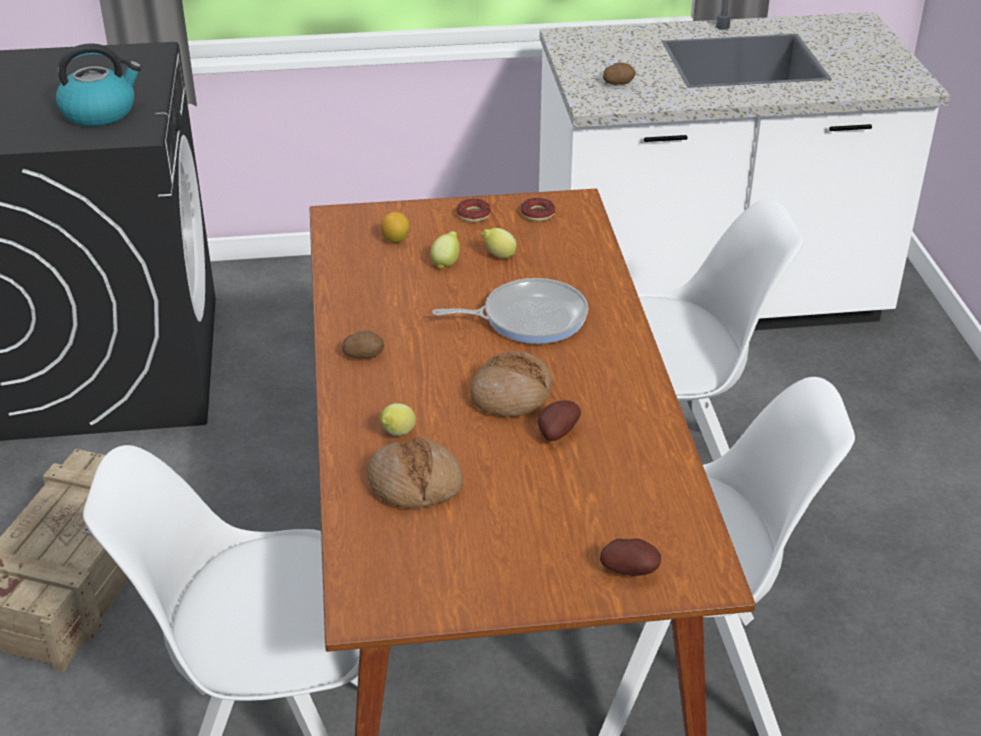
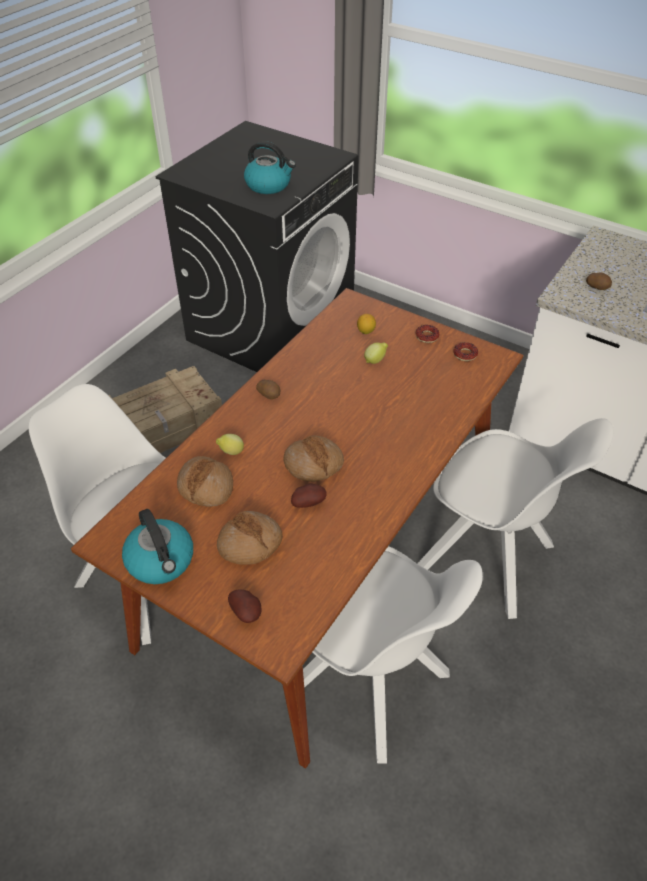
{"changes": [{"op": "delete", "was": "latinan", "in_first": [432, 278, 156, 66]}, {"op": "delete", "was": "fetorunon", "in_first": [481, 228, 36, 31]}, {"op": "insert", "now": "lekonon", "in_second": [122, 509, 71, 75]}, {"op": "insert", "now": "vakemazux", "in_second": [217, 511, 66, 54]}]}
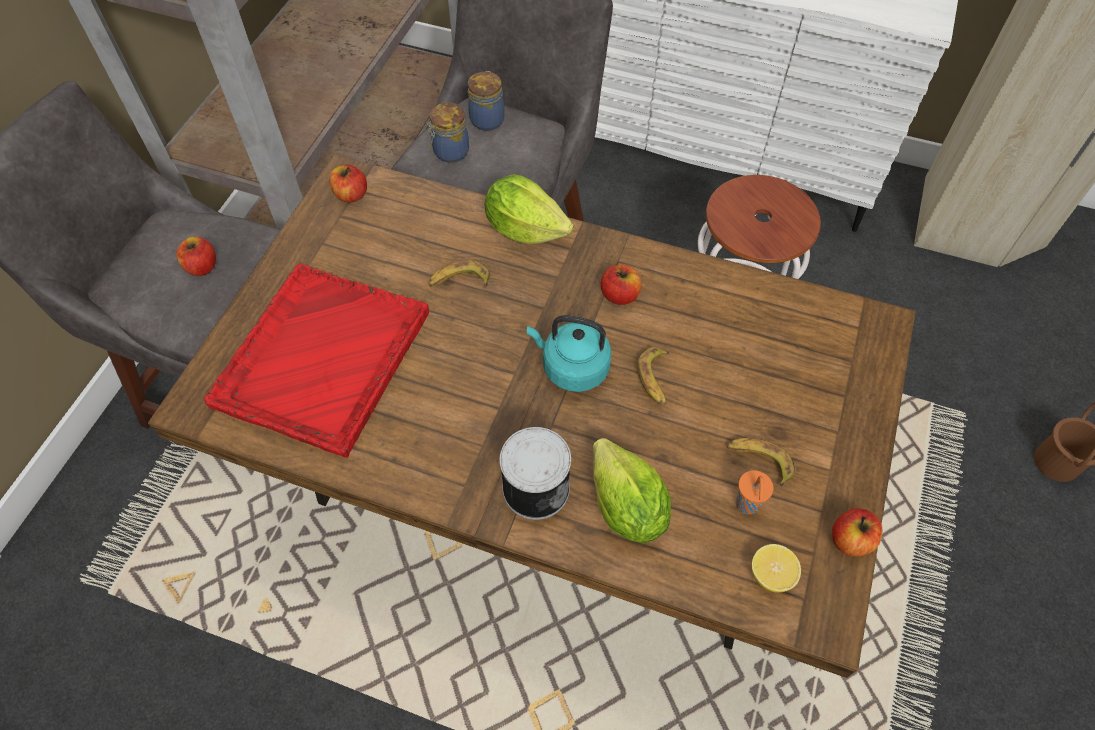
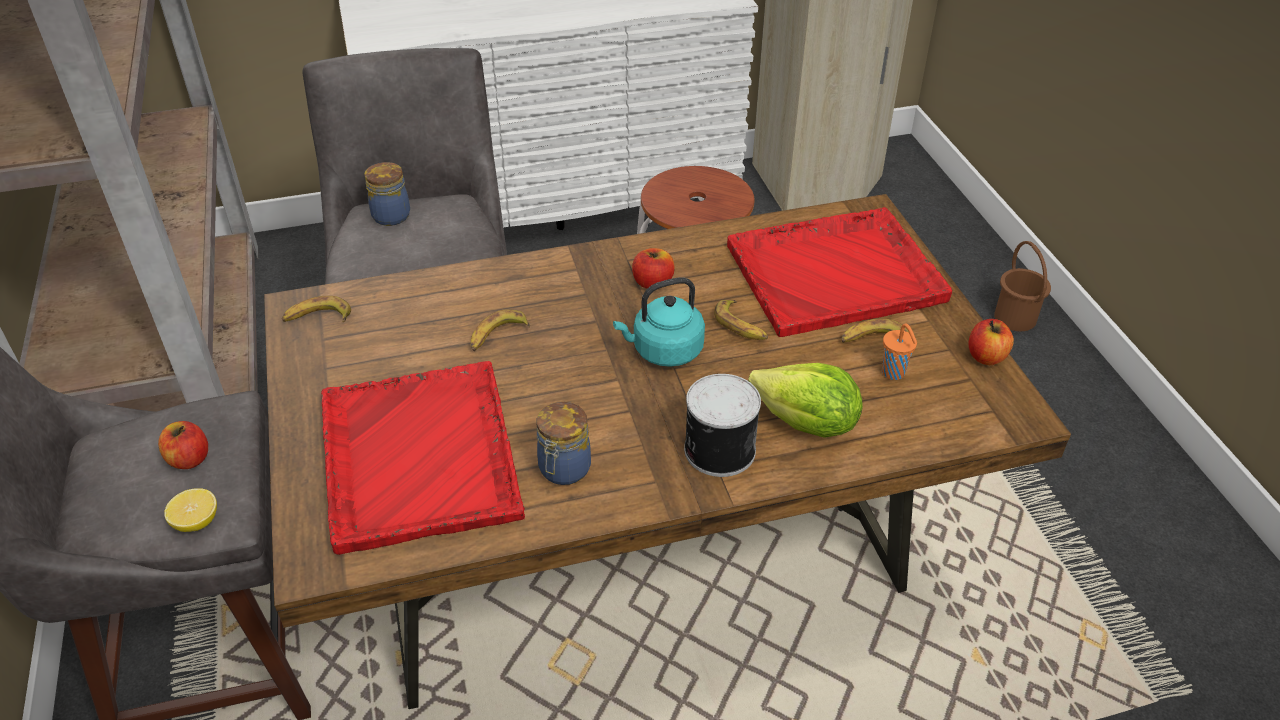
{"changes": [{"op": "delete", "was": "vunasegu", "in_first": [485, 174, 89, 70]}, {"op": "insert", "now": "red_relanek", "in_second": [727, 207, 225, 130]}, {"op": "move", "was": "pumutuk", "in_first": [427, 102, 42, 61], "in_second": [537, 402, 54, 83]}, {"op": "move", "was": "fetorunon", "in_first": [751, 544, 50, 49], "in_second": [164, 488, 53, 44]}, {"op": "replace", "was": "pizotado", "now": "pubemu", "in_first": [329, 164, 38, 38], "in_second": [282, 296, 69, 26]}]}
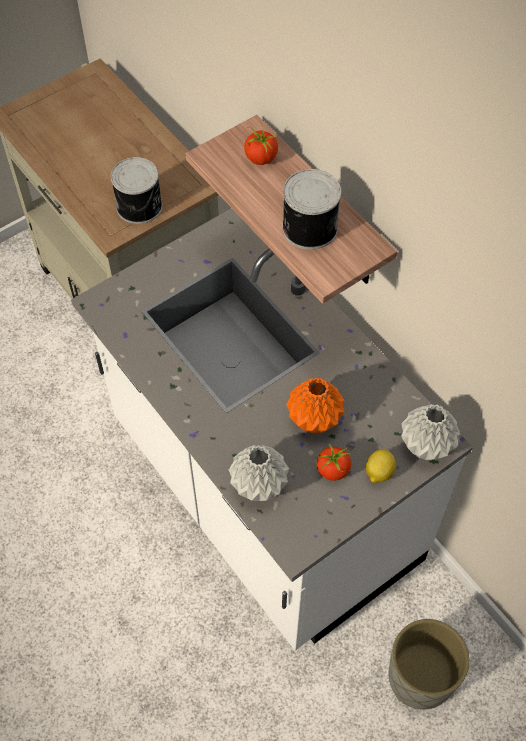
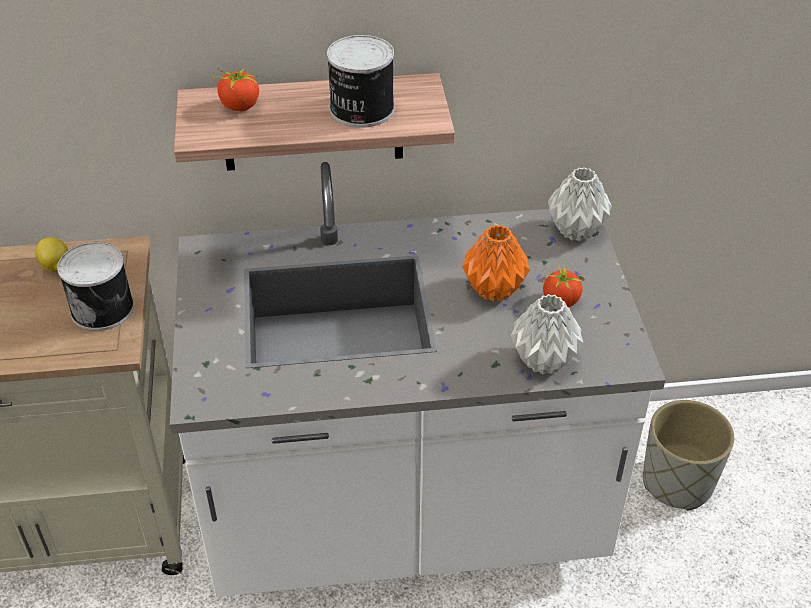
{"changes": [{"op": "move", "was": "fetorunon", "in_first": [366, 449, 30, 34], "in_second": [35, 237, 33, 35]}]}
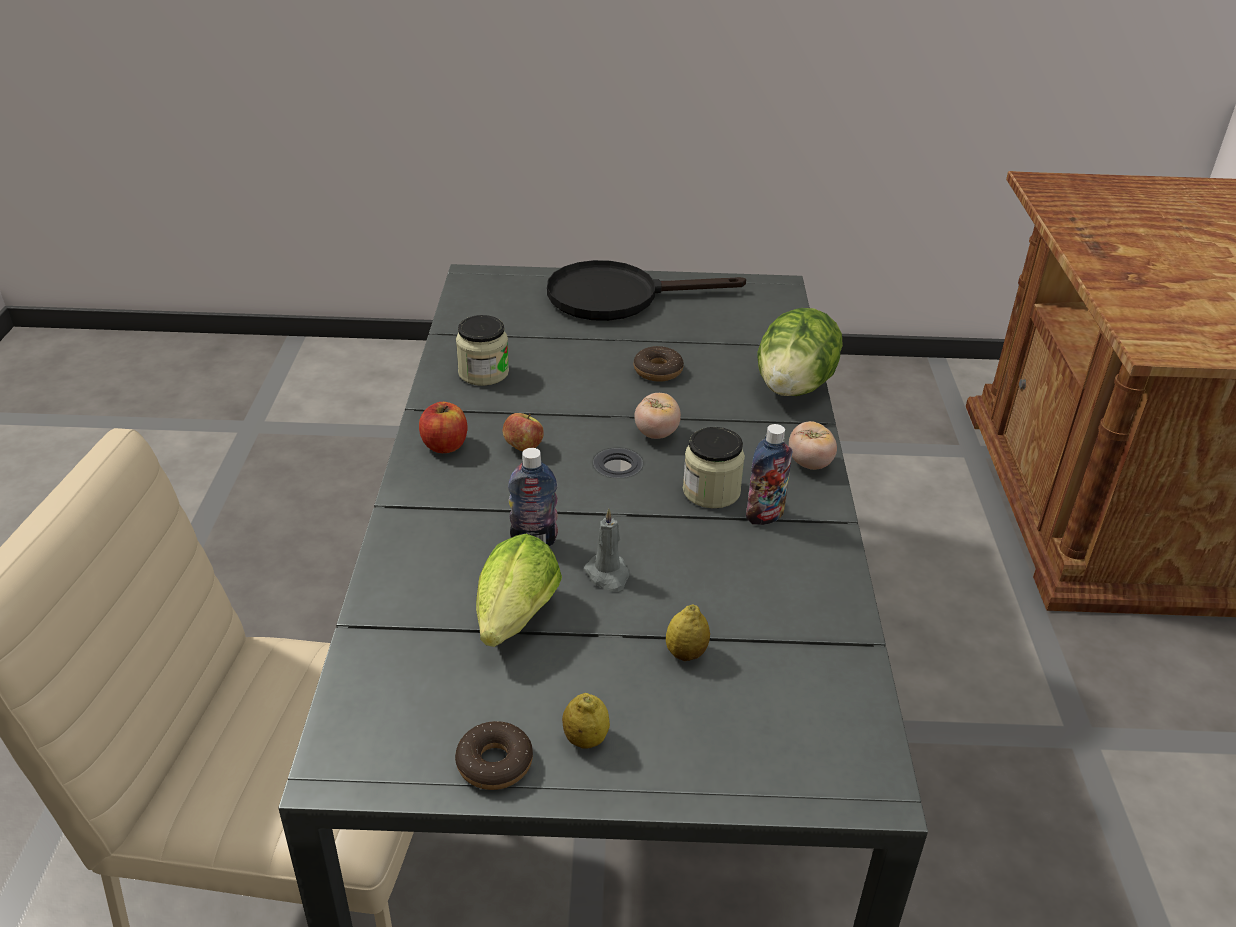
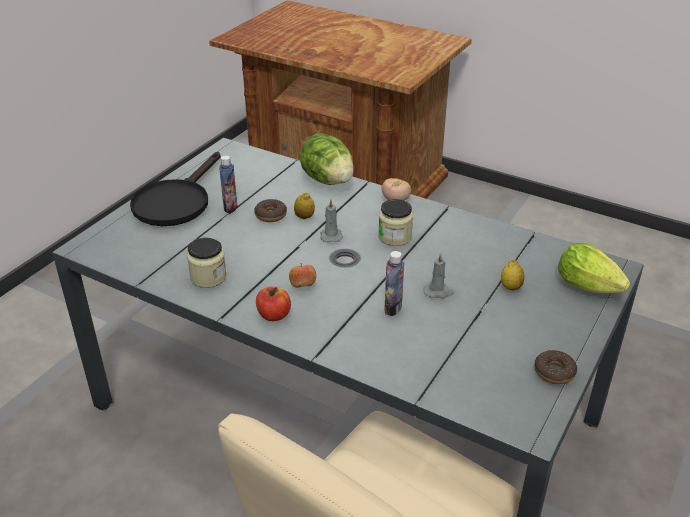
{"changes": [{"op": "move", "was": "vunasegu", "in_first": [476, 533, 86, 114], "in_second": [558, 243, 72, 50]}, {"op": "move", "was": "fetorunon", "in_first": [562, 693, 48, 56], "in_second": [294, 192, 21, 27]}, {"op": "move", "was": "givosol", "in_first": [746, 424, 47, 101], "in_second": [219, 155, 18, 58]}, {"op": "replace", "was": "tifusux", "now": "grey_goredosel", "in_first": [634, 393, 47, 46], "in_second": [320, 199, 23, 44]}]}
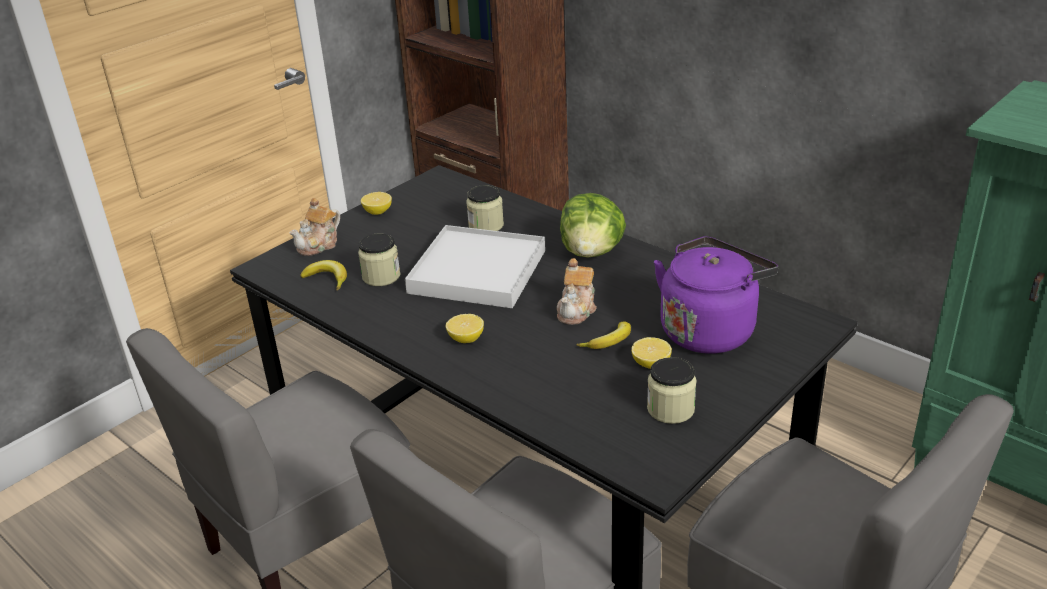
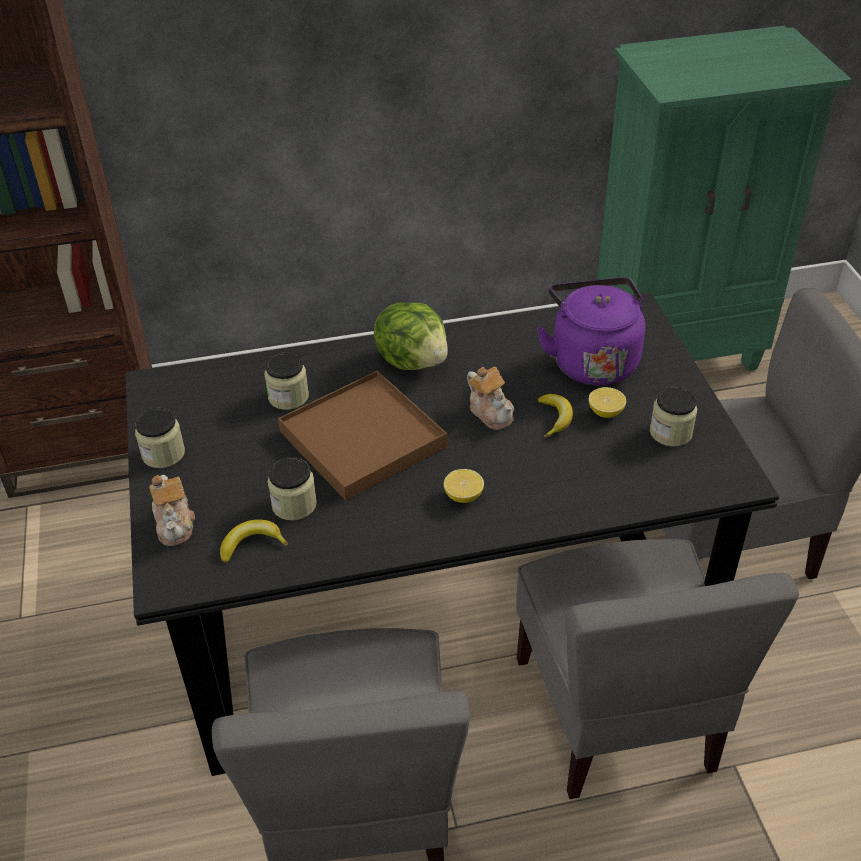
{"changes": [{"op": "replace", "was": "fetorunon", "now": "pumutuk", "in_first": [361, 192, 31, 23], "in_second": [135, 408, 50, 60]}, {"op": "recolor", "was": "white_relanek", "now": "brown_relanek", "in_first": [405, 225, 140, 83], "in_second": [278, 371, 169, 130]}]}
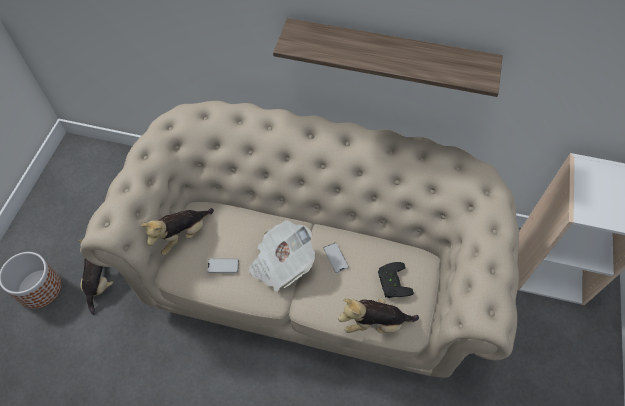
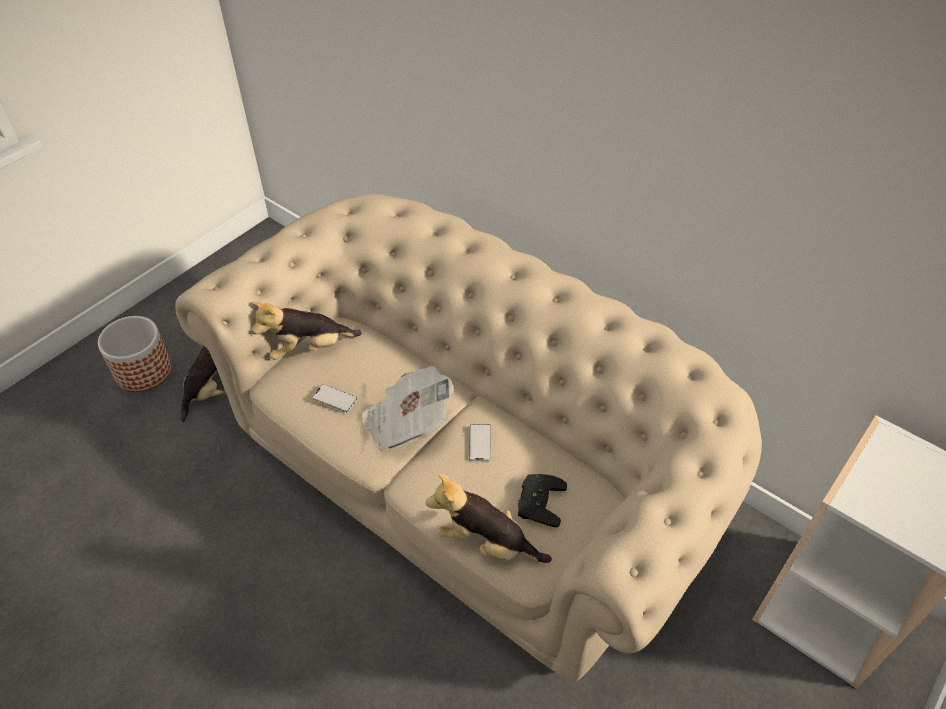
{"changes": [{"op": "delete", "was": "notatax", "in_first": [273, 18, 230, 79]}]}
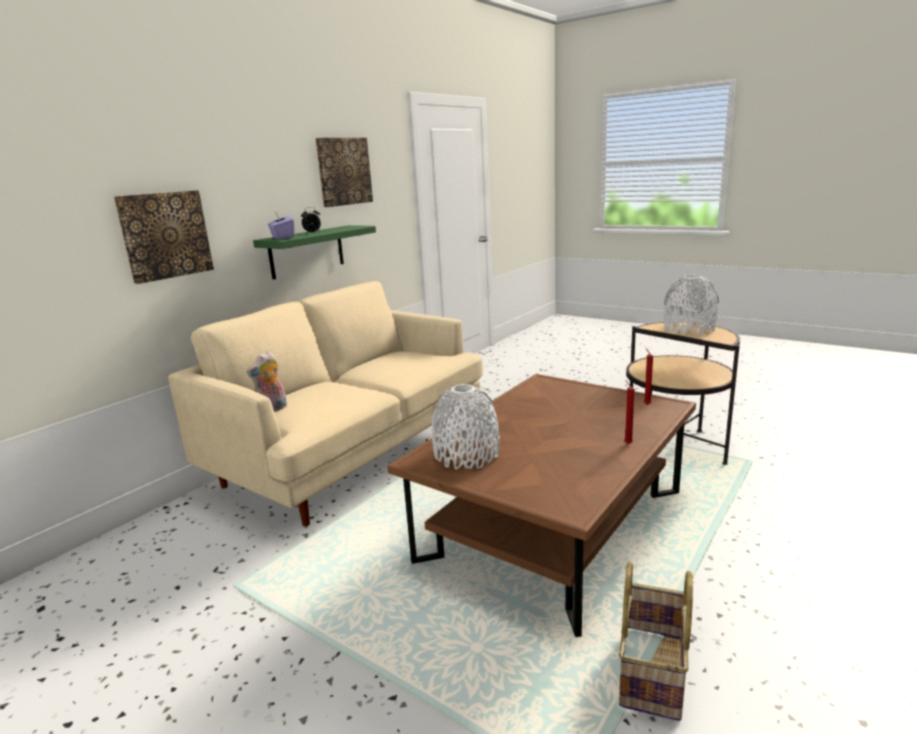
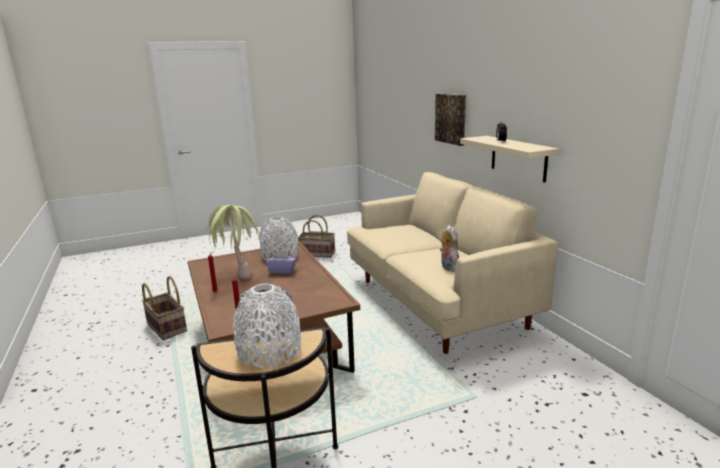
{"changes": [{"op": "delete", "was": "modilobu", "in_first": [315, 138, 58, 69]}, {"op": "insert", "now": "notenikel", "in_second": [207, 205, 51, 75]}, {"op": "insert", "now": "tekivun", "in_second": [297, 215, 38, 43]}, {"op": "move", "was": "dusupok", "in_first": [247, 352, 40, 60], "in_second": [440, 225, 19, 47]}, {"op": "move", "was": "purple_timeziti", "in_first": [268, 212, 26, 27], "in_second": [266, 251, 30, 23]}, {"op": "recolor", "was": "green_notatax", "now": "beige_notatax", "in_first": [253, 225, 123, 55], "in_second": [460, 136, 99, 46]}]}
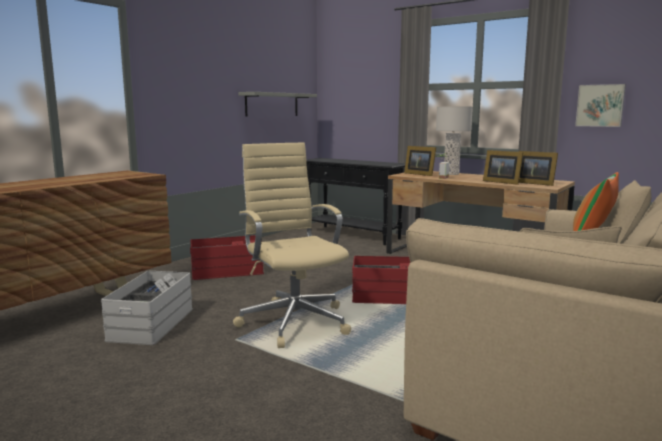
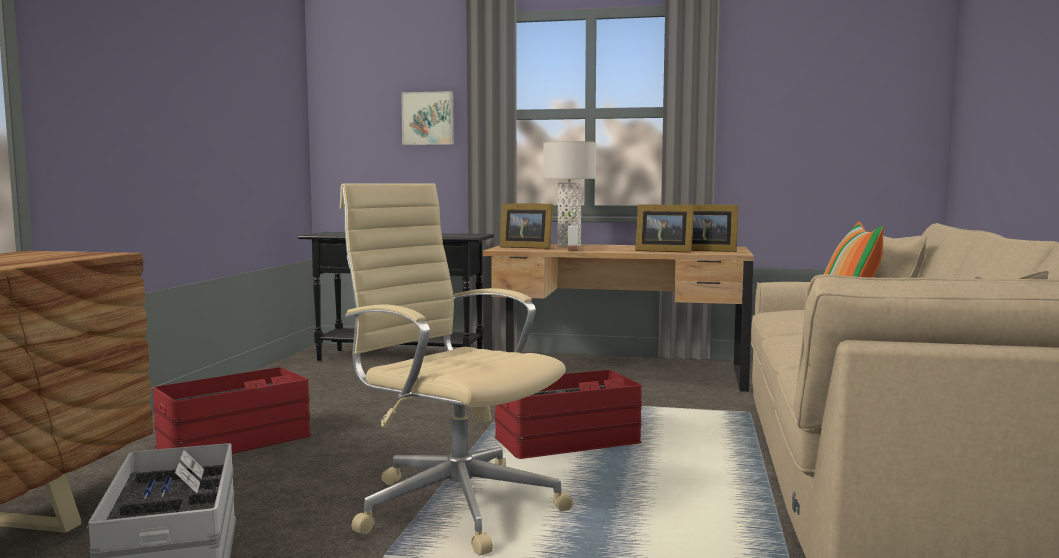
{"changes": [{"op": "delete", "was": "grey_notatax", "in_first": [238, 92, 79, 25]}, {"op": "move", "was": "modilobu", "in_first": [575, 84, 51, 43], "in_second": [401, 91, 53, 54]}]}
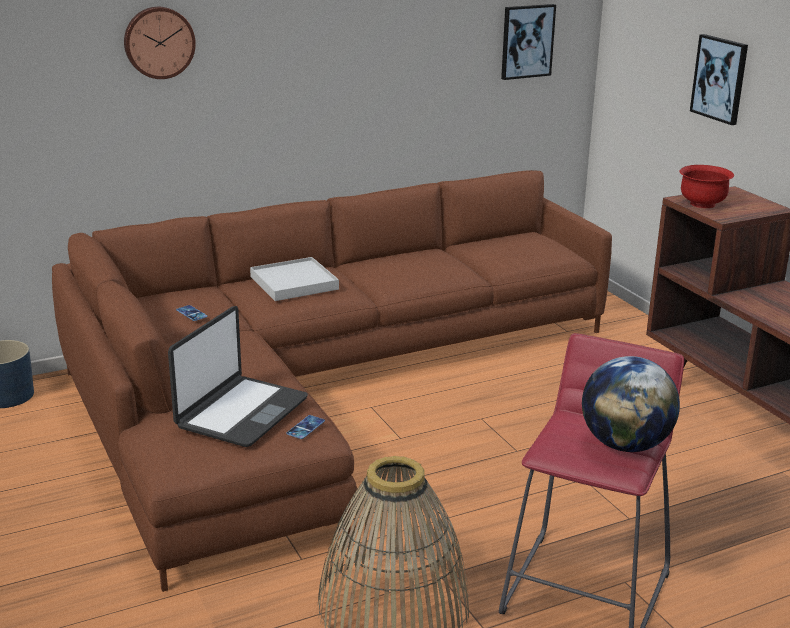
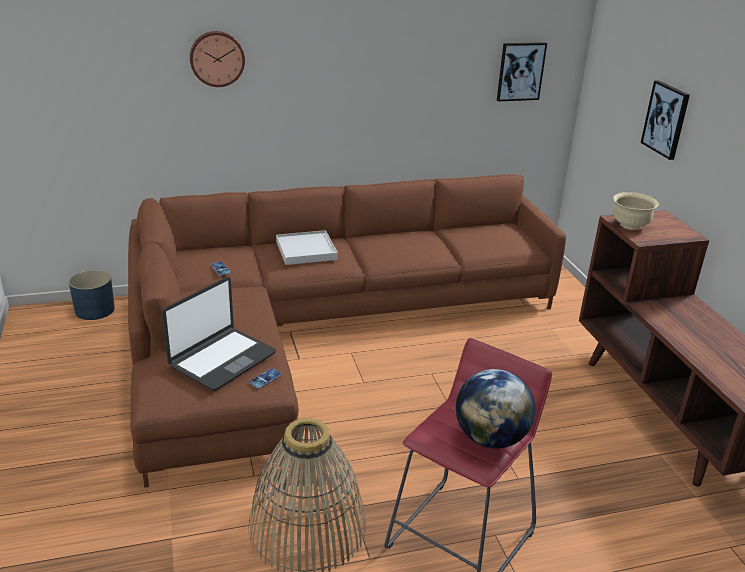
{"changes": [{"op": "recolor", "was": "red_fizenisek", "now": "beige_fizenisek", "in_first": [680, 165, 54, 43], "in_second": [613, 192, 46, 38]}]}
